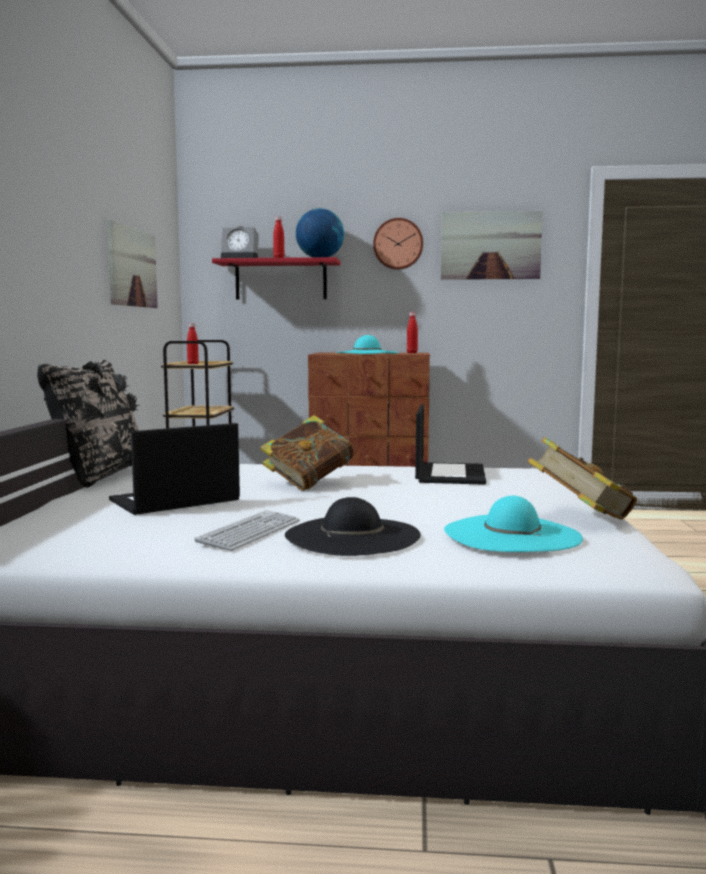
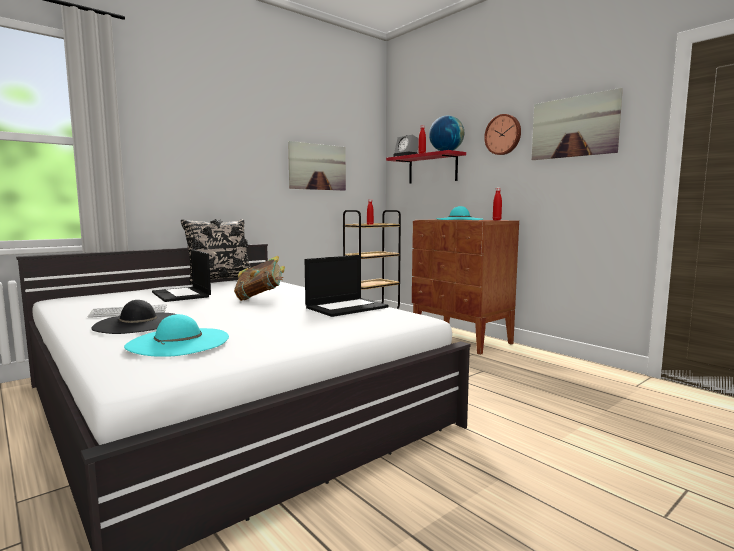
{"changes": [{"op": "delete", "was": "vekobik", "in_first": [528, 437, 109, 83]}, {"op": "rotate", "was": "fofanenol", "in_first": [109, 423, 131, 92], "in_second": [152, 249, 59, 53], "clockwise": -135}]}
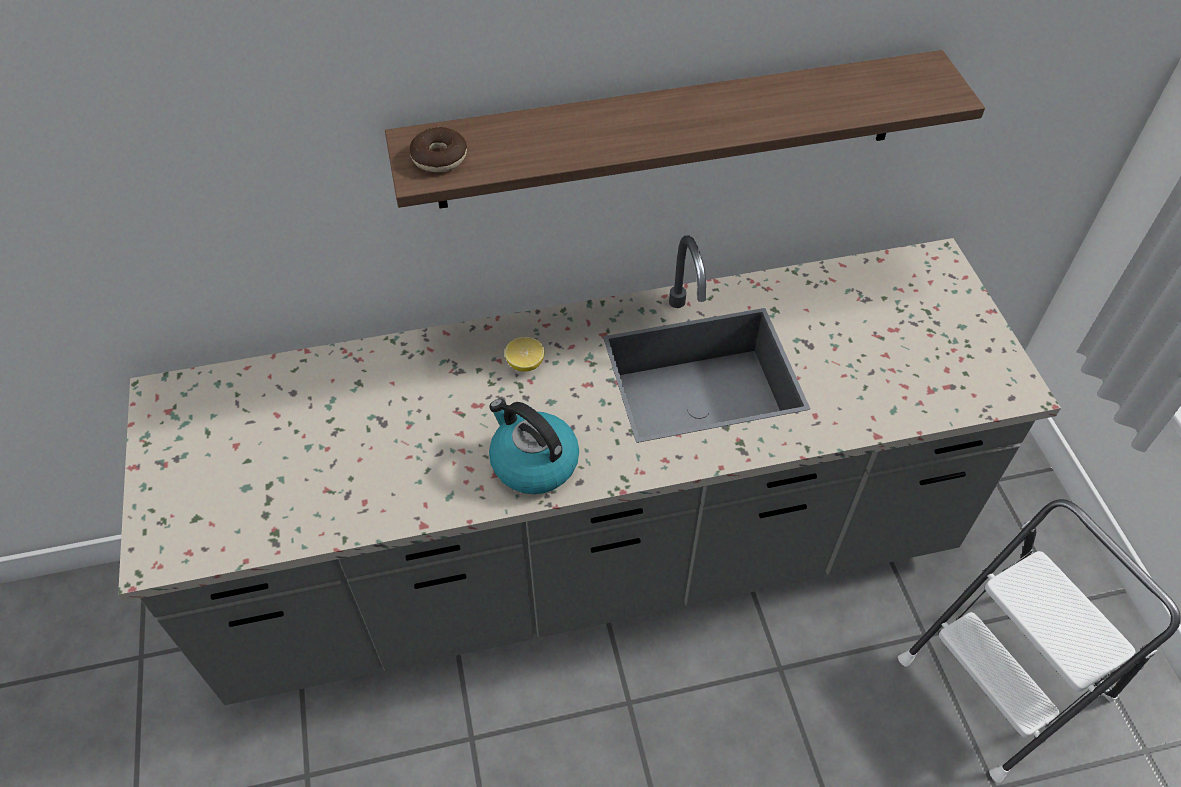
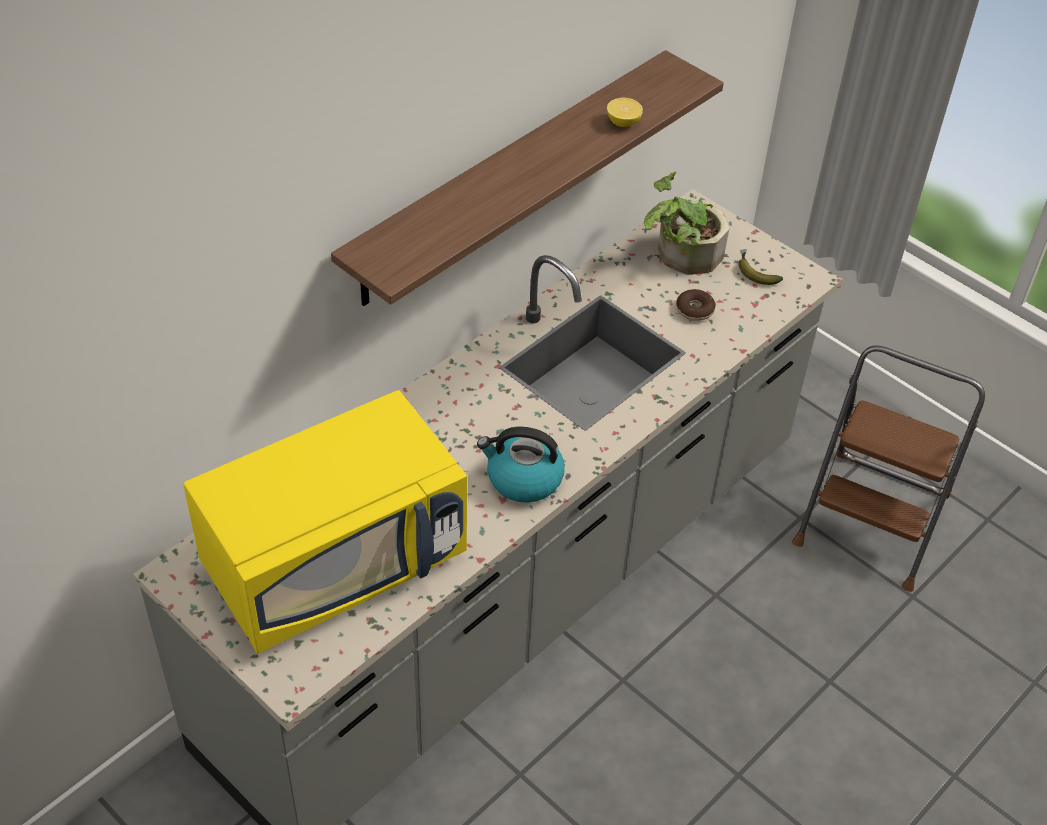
{"changes": [{"op": "insert", "now": "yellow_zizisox", "in_second": [184, 390, 283, 264]}, {"op": "insert", "now": "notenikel", "in_second": [644, 172, 86, 103]}, {"op": "insert", "now": "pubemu", "in_second": [738, 252, 45, 33]}, {"op": "move", "was": "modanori", "in_first": [409, 127, 58, 45], "in_second": [676, 289, 40, 32]}, {"op": "move", "was": "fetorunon", "in_first": [505, 337, 40, 35], "in_second": [607, 98, 36, 29]}, {"op": "recolor", "was": "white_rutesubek", "now": "brown_rutesubek", "in_first": [898, 499, 283, 284], "in_second": [792, 345, 193, 247]}]}
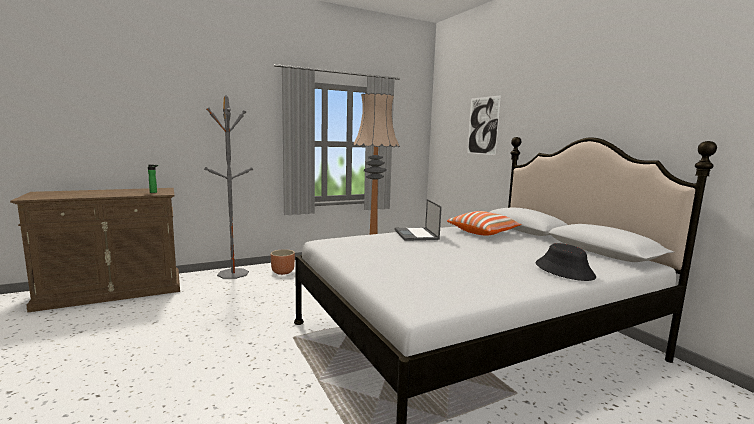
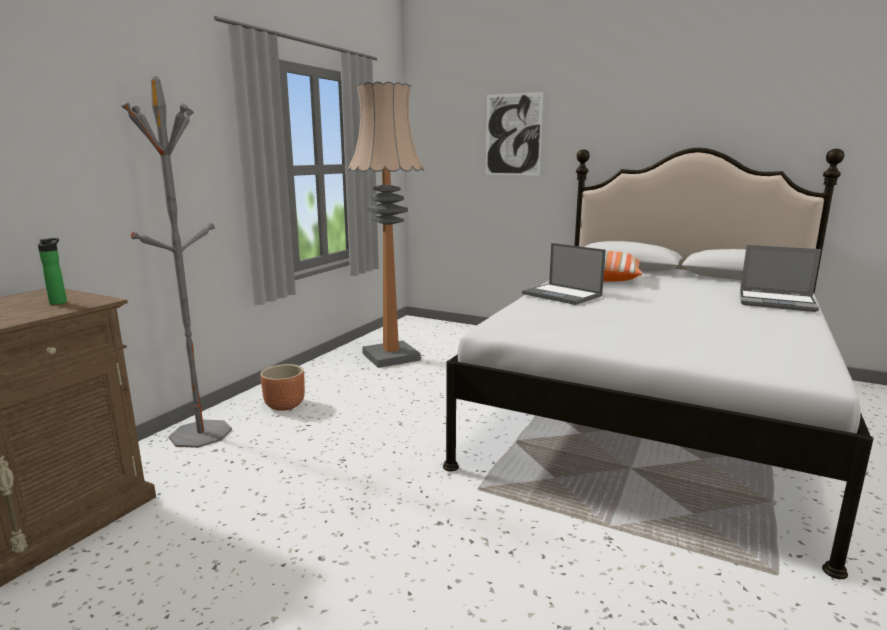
{"changes": [{"op": "replace", "was": "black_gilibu", "now": "fofanenol", "in_first": [536, 243, 60, 38], "in_second": [740, 245, 81, 67]}]}
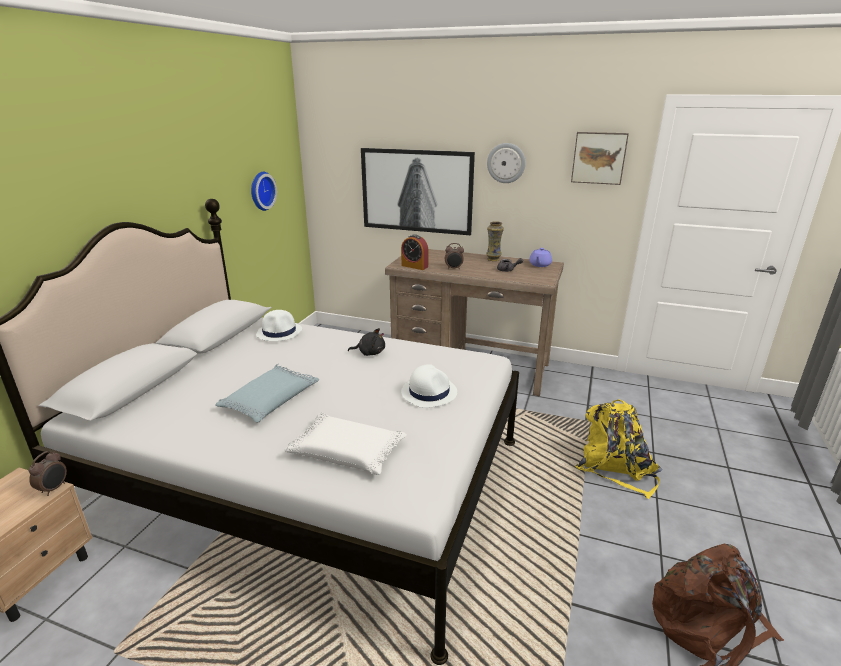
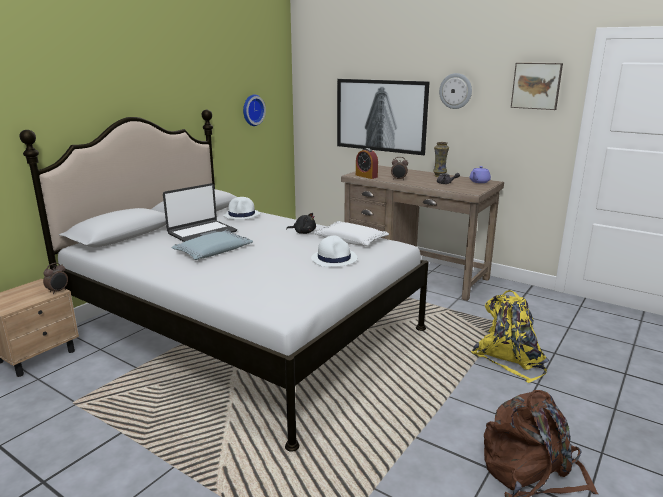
{"changes": [{"op": "insert", "now": "fofanenol", "in_second": [163, 183, 74, 59]}, {"op": "move", "was": "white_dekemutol", "in_first": [284, 413, 123, 62], "in_second": [314, 221, 75, 25]}]}
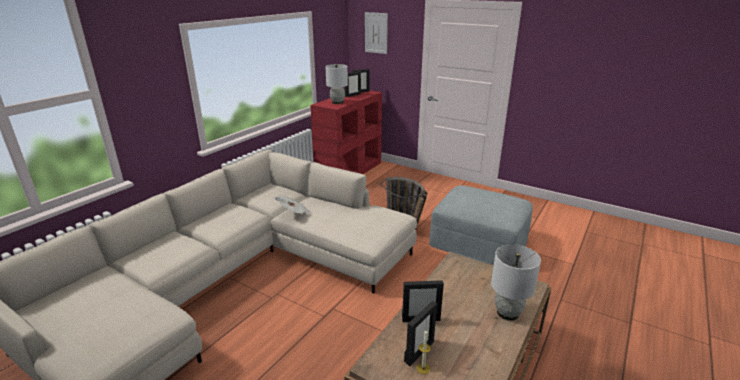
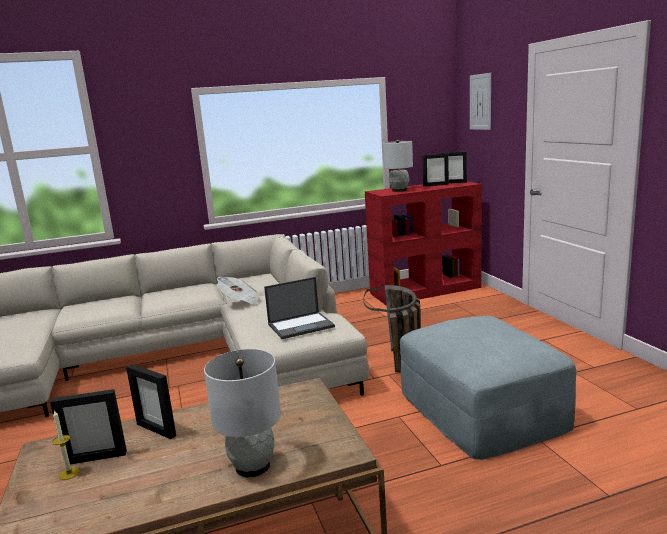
{"changes": [{"op": "insert", "now": "fofanenol", "in_second": [264, 277, 71, 62]}]}
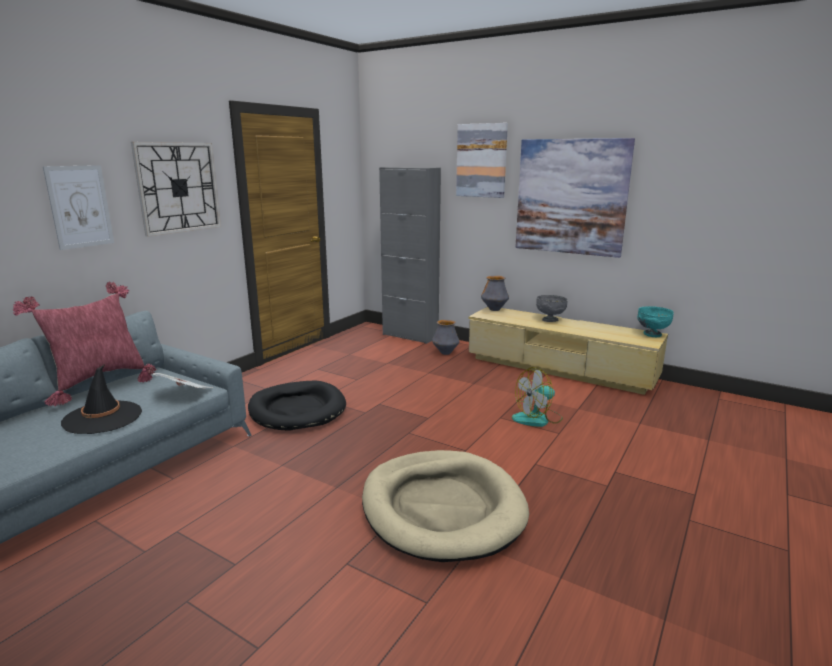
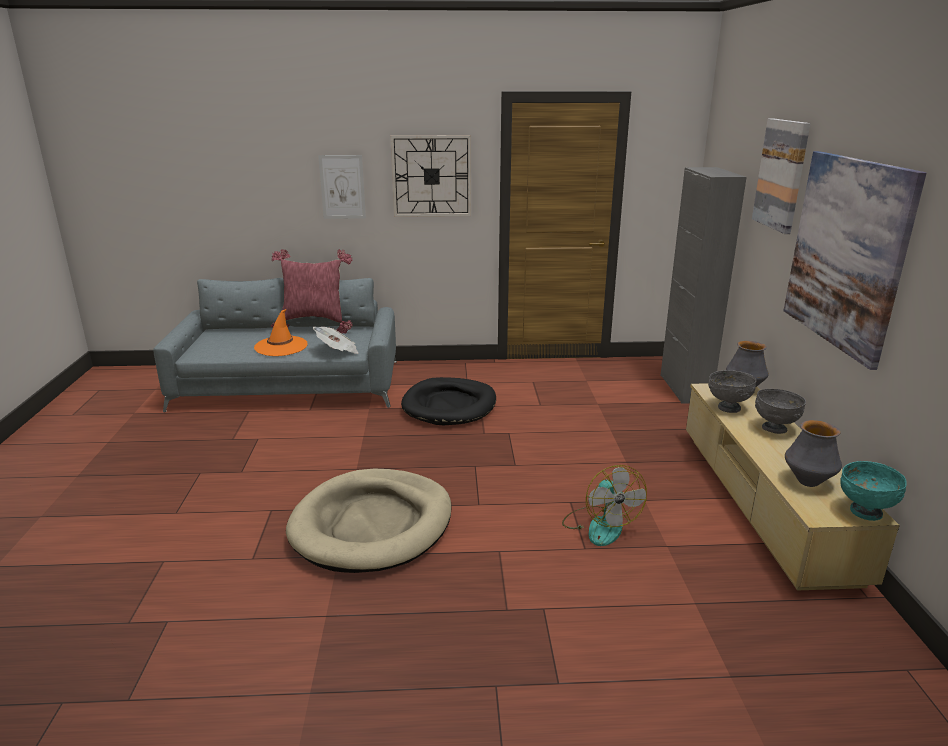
{"changes": [{"op": "insert", "now": "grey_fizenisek", "in_second": [708, 370, 48, 43]}, {"op": "move", "was": "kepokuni", "in_first": [432, 320, 28, 35], "in_second": [785, 420, 57, 67]}, {"op": "recolor", "was": "black_gilibu", "now": "orange_gilibu", "in_first": [61, 364, 81, 70], "in_second": [254, 309, 54, 47]}, {"op": "rotate", "was": "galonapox", "in_first": [512, 367, 51, 60], "in_second": [562, 465, 85, 81], "clockwise": -135}]}
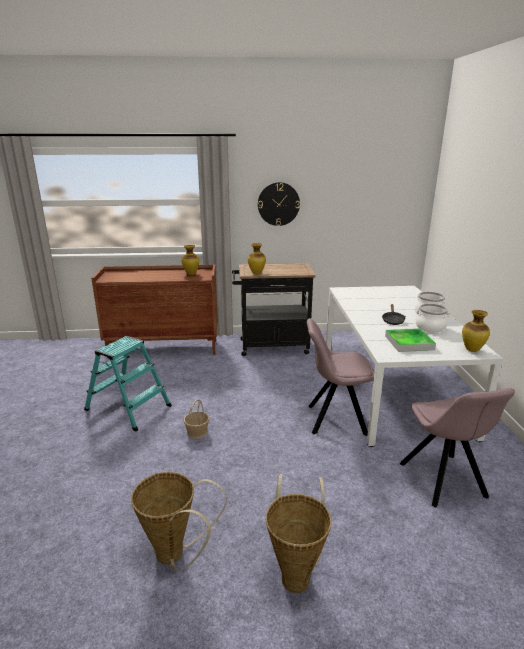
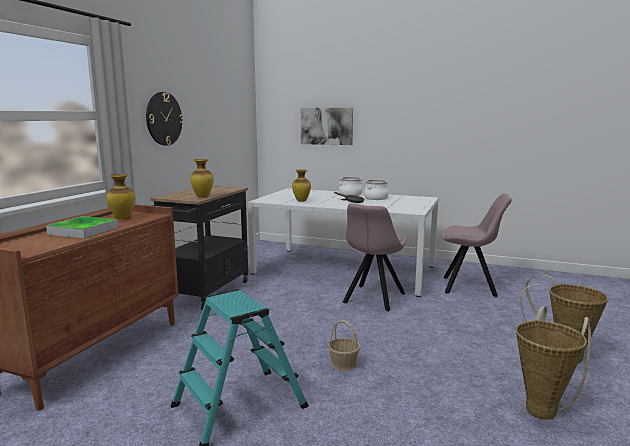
{"changes": [{"op": "insert", "now": "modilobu", "in_second": [301, 108, 52, 37]}, {"op": "move", "was": "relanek", "in_first": [385, 328, 51, 24], "in_second": [46, 216, 73, 22]}, {"op": "move", "was": "kepokuni", "in_first": [462, 310, 28, 42], "in_second": [292, 170, 19, 32]}]}
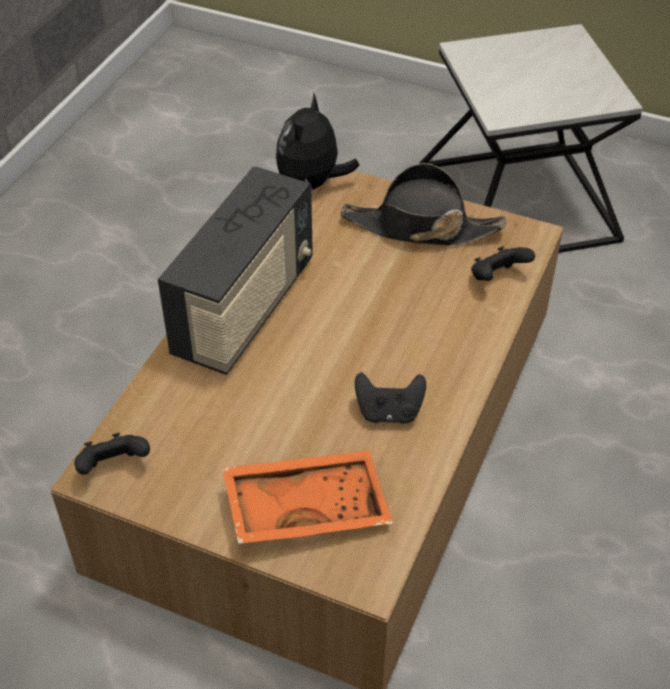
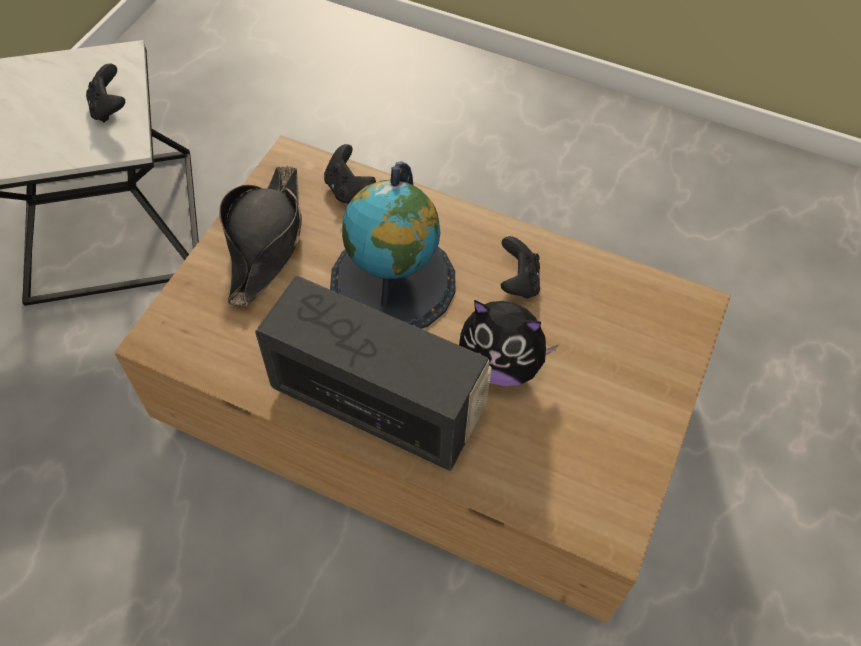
{"changes": [{"op": "delete", "was": "orange_relanek", "in_first": [222, 450, 171, 94]}, {"op": "insert", "now": "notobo", "in_second": [330, 161, 125, 168]}, {"op": "move", "was": "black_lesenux", "in_first": [74, 433, 76, 42], "in_second": [86, 63, 39, 60]}, {"op": "move", "was": "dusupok", "in_first": [276, 92, 84, 102], "in_second": [459, 300, 100, 86]}]}
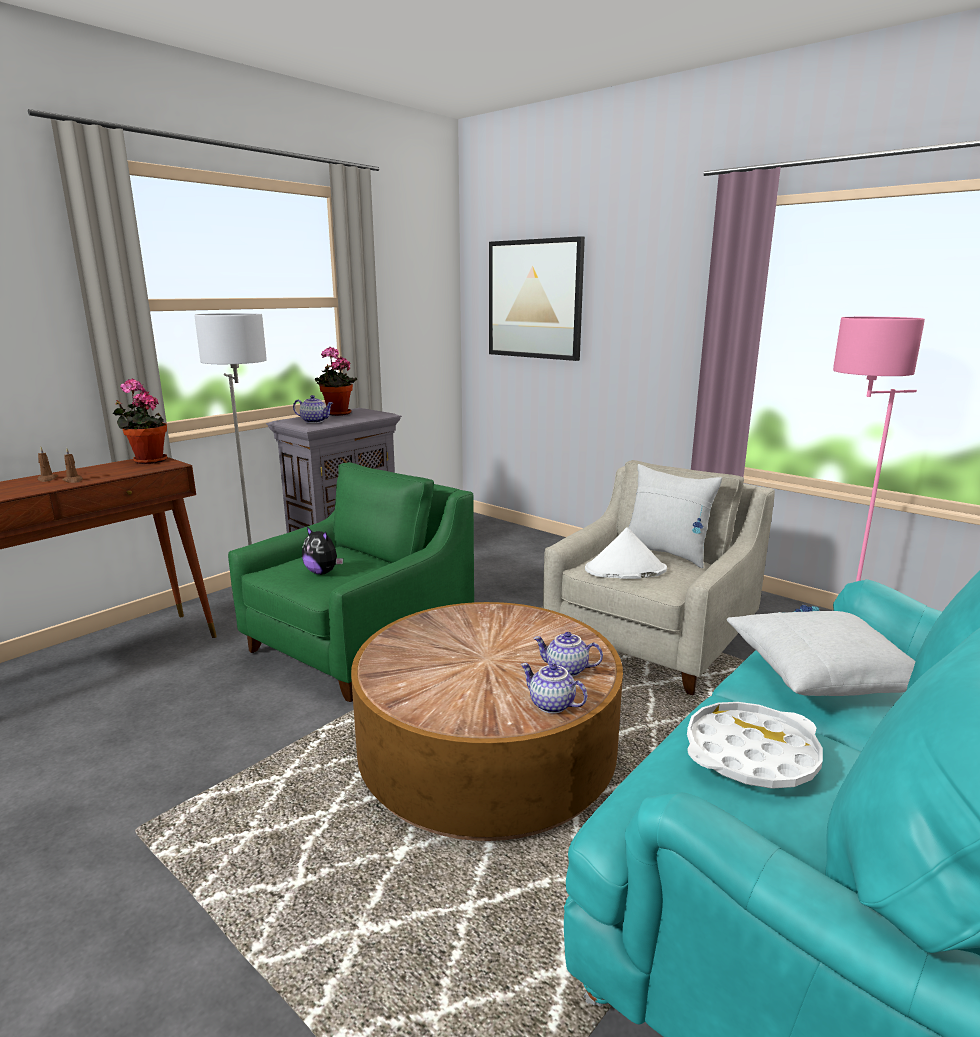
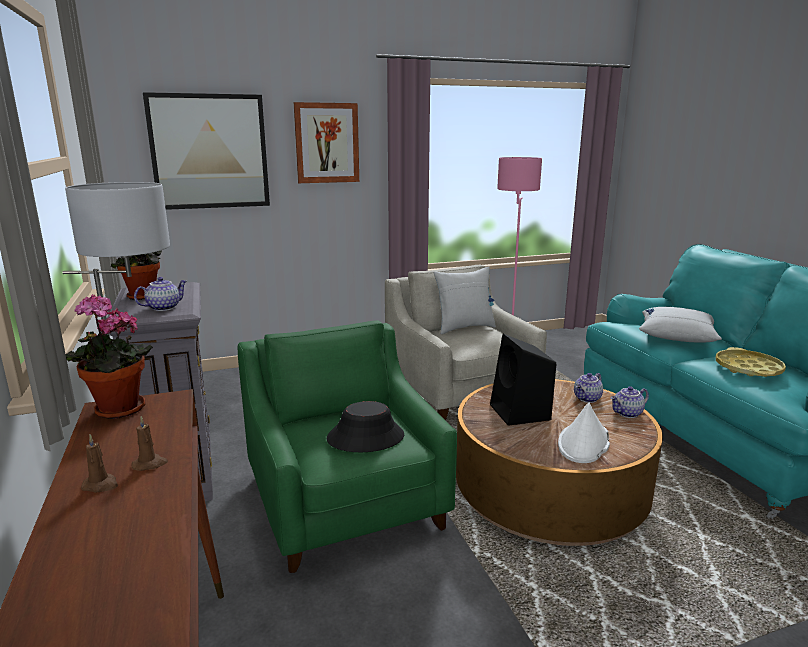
{"changes": [{"op": "insert", "now": "modilobu", "in_second": [294, 102, 65, 81]}, {"op": "insert", "now": "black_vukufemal", "in_second": [490, 334, 66, 92]}, {"op": "move", "was": "white_gilibu", "in_first": [585, 527, 82, 52], "in_second": [558, 403, 52, 60]}, {"op": "replace", "was": "dusupok", "now": "black_gilibu", "in_first": [302, 527, 41, 48], "in_second": [327, 401, 77, 51]}, {"op": "recolor", "was": "white_relanek", "now": "yellow_relanek", "in_first": [687, 702, 136, 87], "in_second": [716, 347, 70, 30]}]}
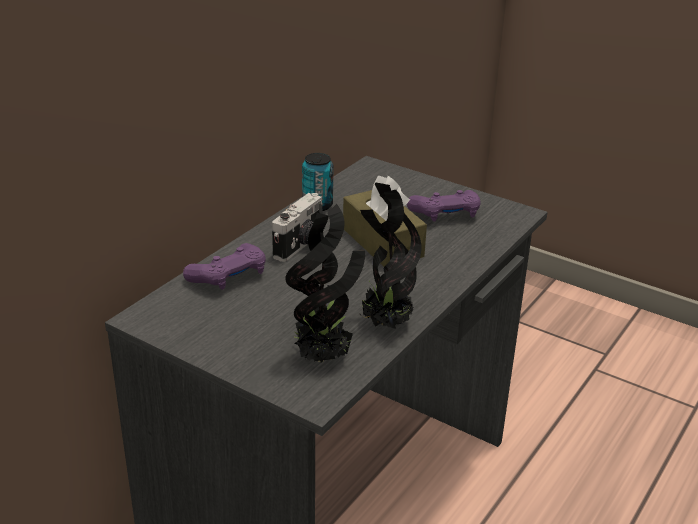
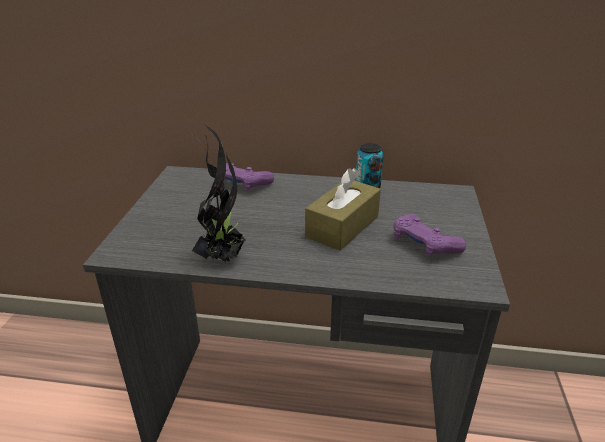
{"changes": [{"op": "delete", "was": "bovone", "in_first": [272, 193, 50, 69]}, {"op": "delete", "was": "notenikel", "in_first": [285, 204, 80, 158]}]}
